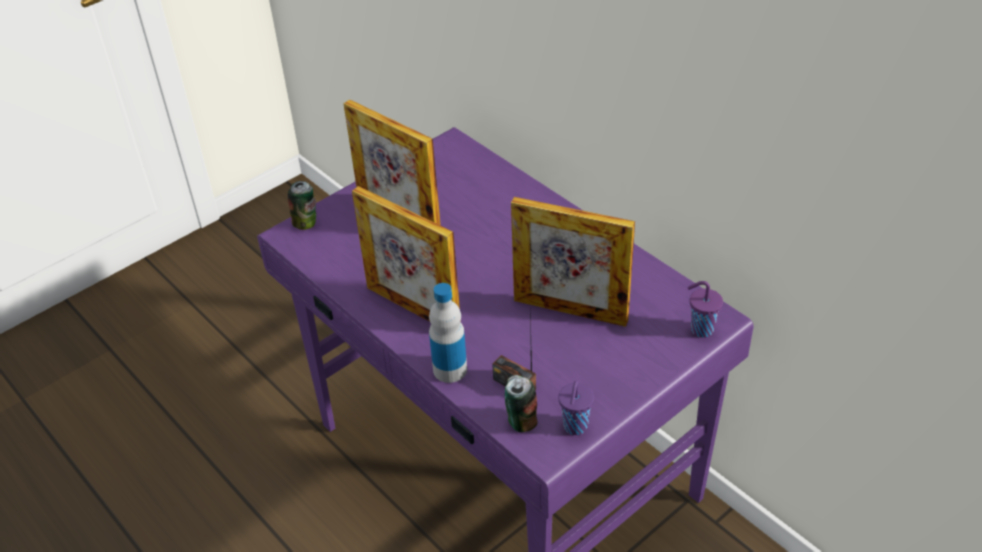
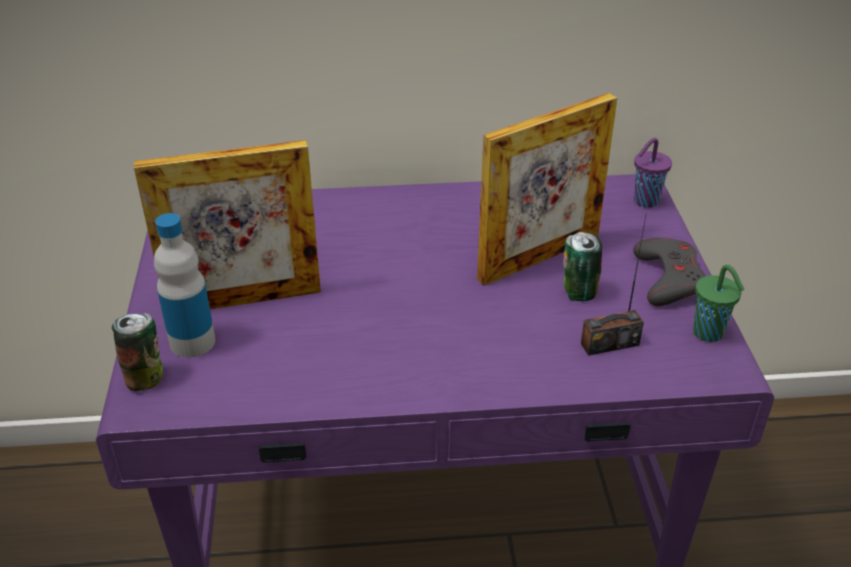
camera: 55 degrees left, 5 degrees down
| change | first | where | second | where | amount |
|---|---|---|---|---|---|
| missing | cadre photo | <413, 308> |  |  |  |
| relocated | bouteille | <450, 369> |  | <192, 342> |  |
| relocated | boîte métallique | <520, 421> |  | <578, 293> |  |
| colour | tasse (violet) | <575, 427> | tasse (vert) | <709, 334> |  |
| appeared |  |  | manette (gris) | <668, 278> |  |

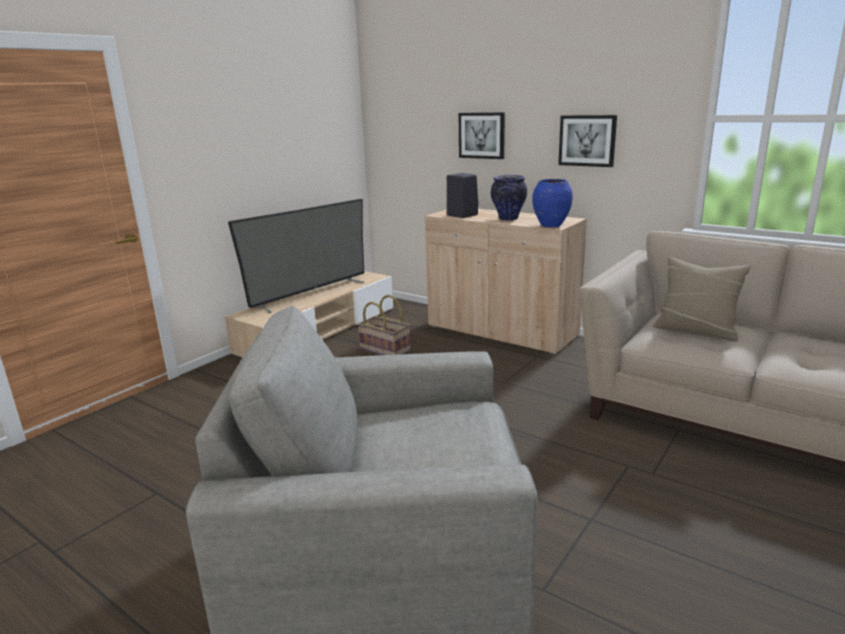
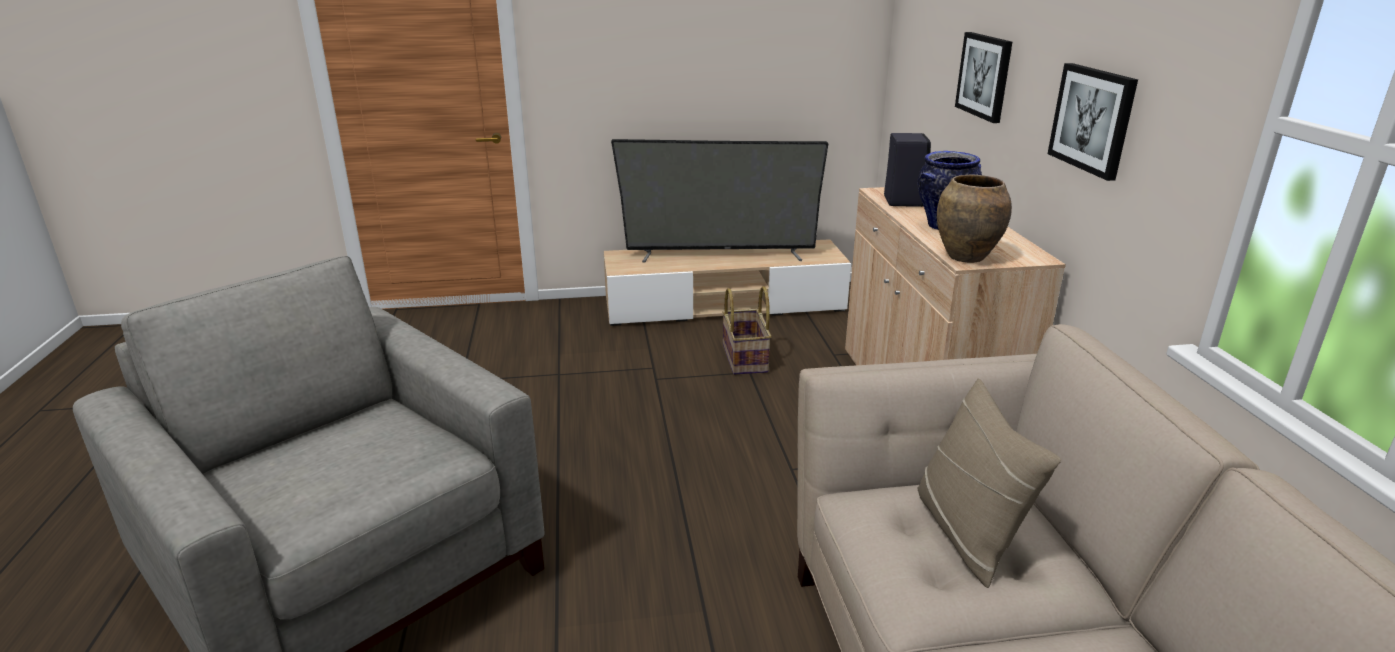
camera: 45 degrees right, 5 degrees up
| change | first | where | second | where | amount |
|---|---|---|---|---|---|
| colour | vase (bleu) | <550, 225> | vase (marron) | <965, 257> |  |

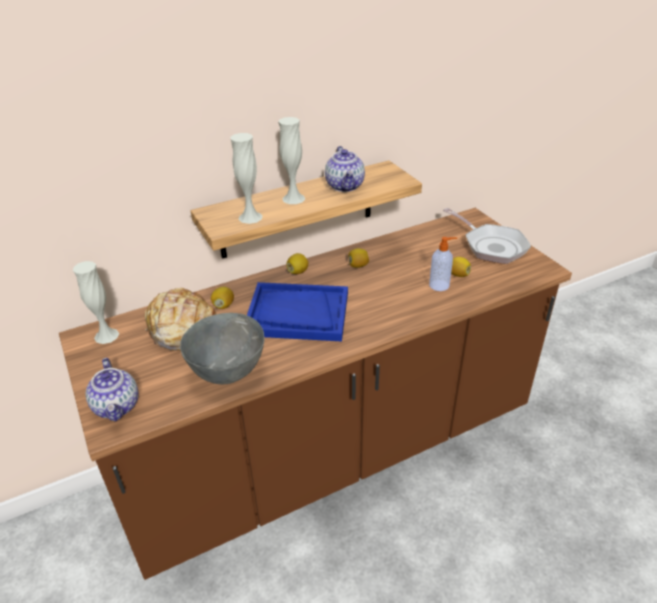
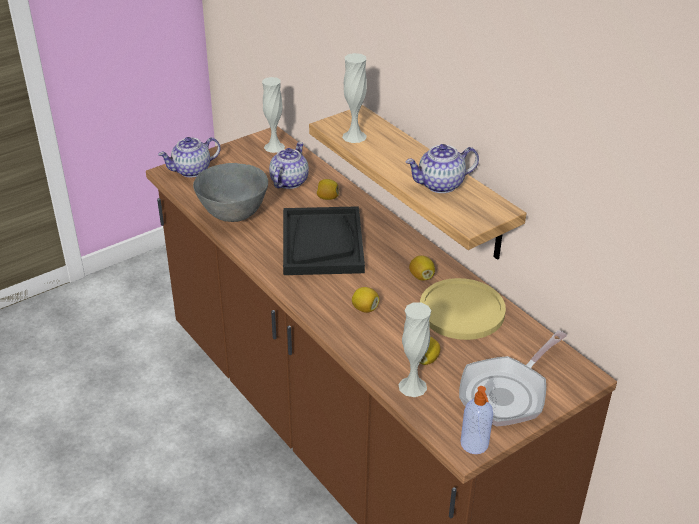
camera: 80 degrees right, 0 degrees up
| change | first | where | second | where | amount |
|---|---|---|---|---|---|
| exchanged | pain | <181, 329> | théière | <288, 181> |  |
| colour | plateau (bleu) | <297, 314> | plateau (noir) | <322, 243> |  |
| relocated | vase (blanc) | <293, 198> |  | <412, 386> |  |
| relocated | citron | <298, 271> |  | <365, 308> |  |
| relocated | distributeur de savon | <440, 285> |  | <474, 444> |  |
| appeared |  |  | assiette (jaune) | <462, 310> |  |

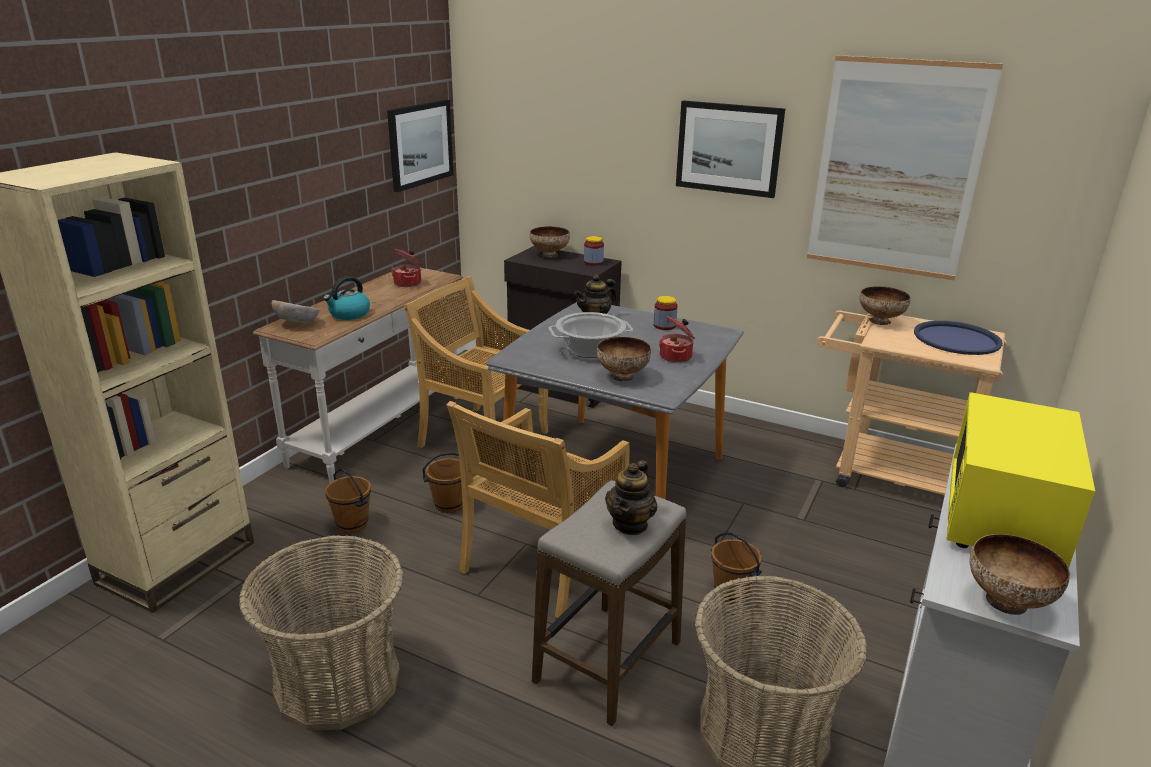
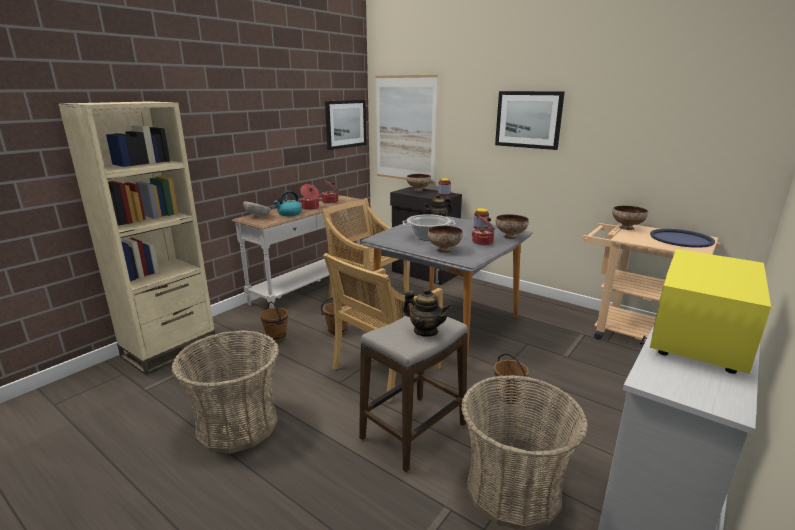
camera: 10 degrees right, 5 degrees down
| change | first | where | second | where | amount |
|---|---|---|---|---|---|
| spun | théière | <630, 524> |  | <425, 331> | 90 degrees counterclockwise |
| relocated | tableau | <896, 169> |  | <405, 129> |  |
| relocated | bol | <1007, 603> |  | <510, 237> |  |
| appeared |  |  | marmite | <310, 208> |  |

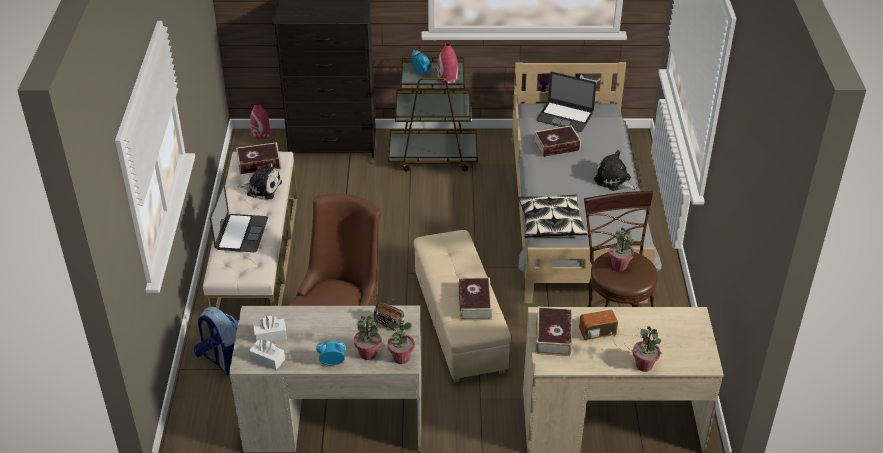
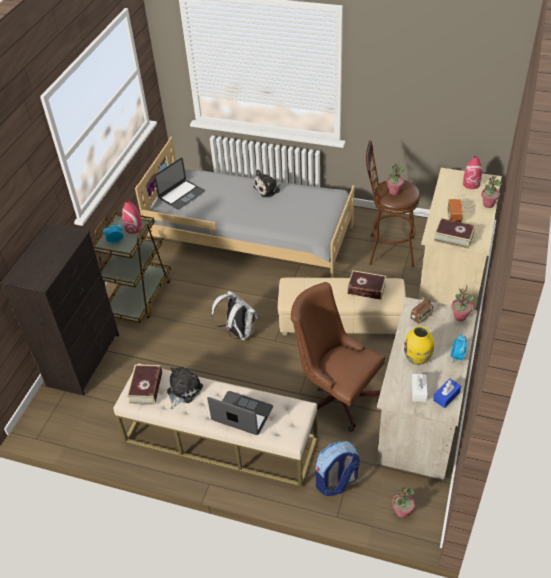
camera: 70 degrees left, 5 degrees up
| change | first | where | second | where | amount |
|---|---|---|---|---|---|
| colour | boîte à mouchoirs (blanc) | <267, 359> | boîte à mouchoirs (bleu) | <446, 396> |  |
| relocated | vase (rouge) | <261, 134> |  | <471, 184> |  |
| relocated | plante en pot | <368, 354> |  | <402, 511> |  |
| missing | coussin | <551, 223> |  |  |  |
| missing | livre | <556, 146> |  |  |  |
| appeared |  |  | sac à dos (blanc) | <238, 332> |  |
| appeared |  |  | vase (jaune) | <417, 358> |  |

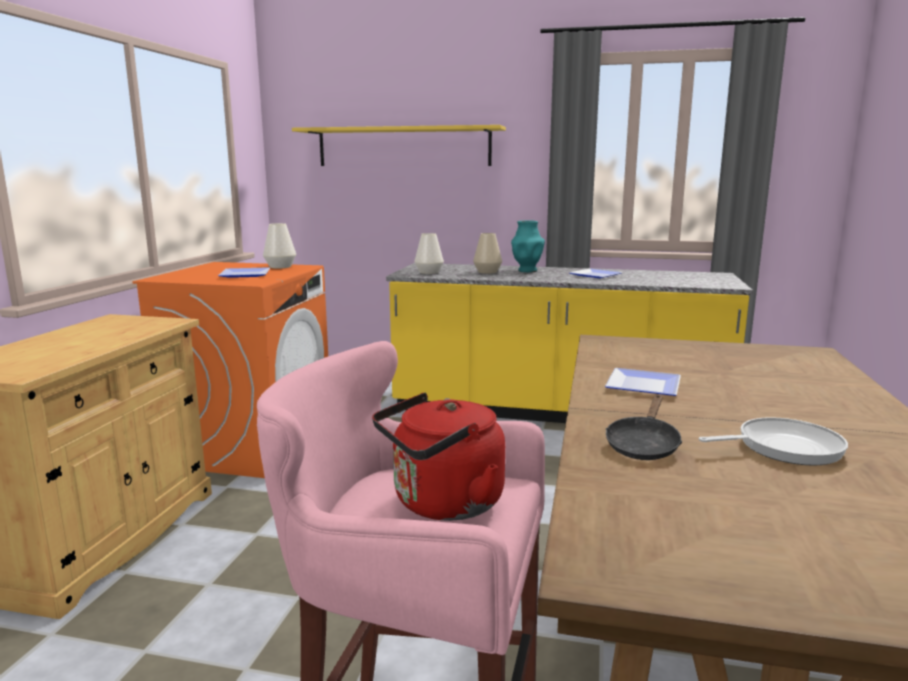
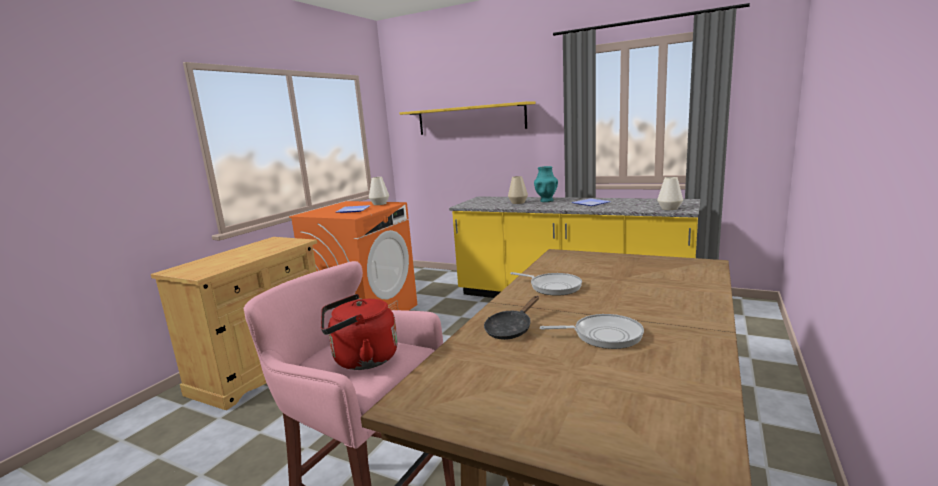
camera: 15 degrees right, 0 degrees up
| change | first | where | second | where | amount |
|---|---|---|---|---|---|
| relocated | vase (blanc) | <429, 272> |  | <669, 208> |  |
| exchanged | assiette | <641, 384> | poêle | <552, 287> |  |

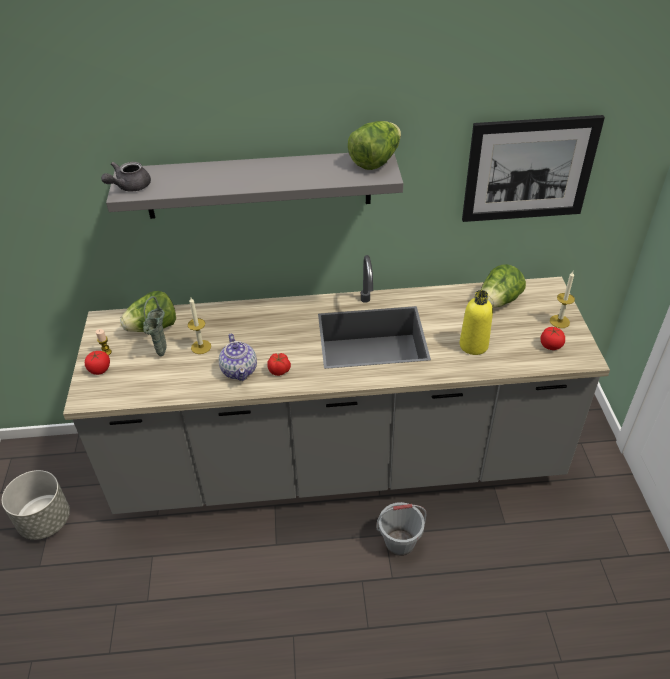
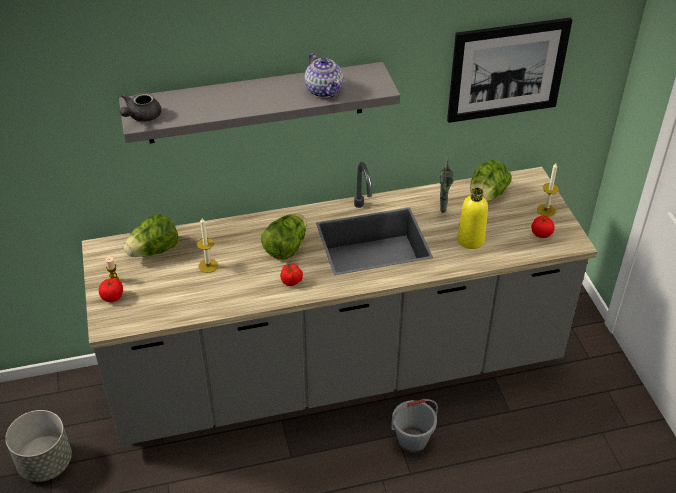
camera: 10 degrees left, 0 degrees up
| change | first | where | second | where | amount |
|---|---|---|---|---|---|
| relocated | vase (vert) | <162, 355> |  | <442, 212> |  |
| relocated | théière | <239, 370> |  | <324, 90> |  |
| relocated | laitue | <375, 161> |  | <286, 248> |  |

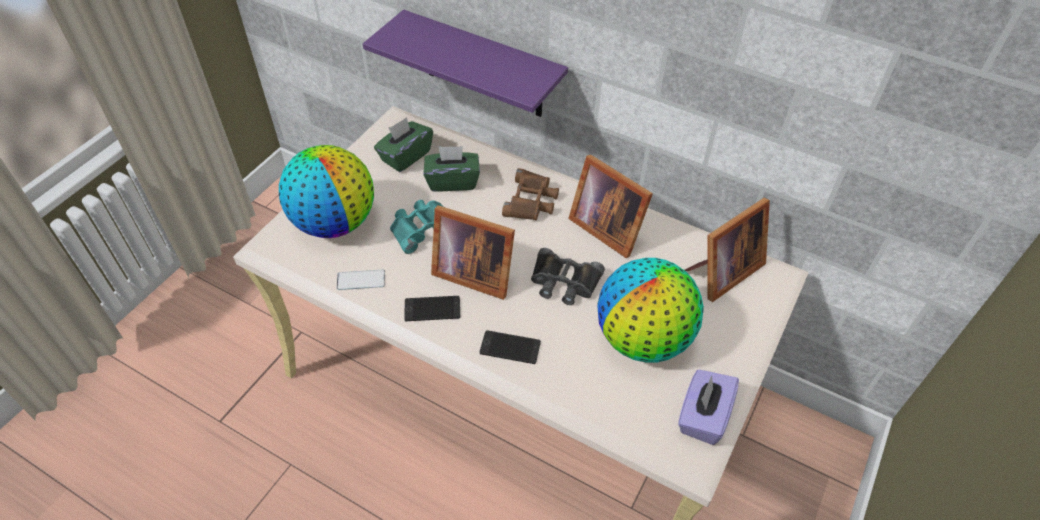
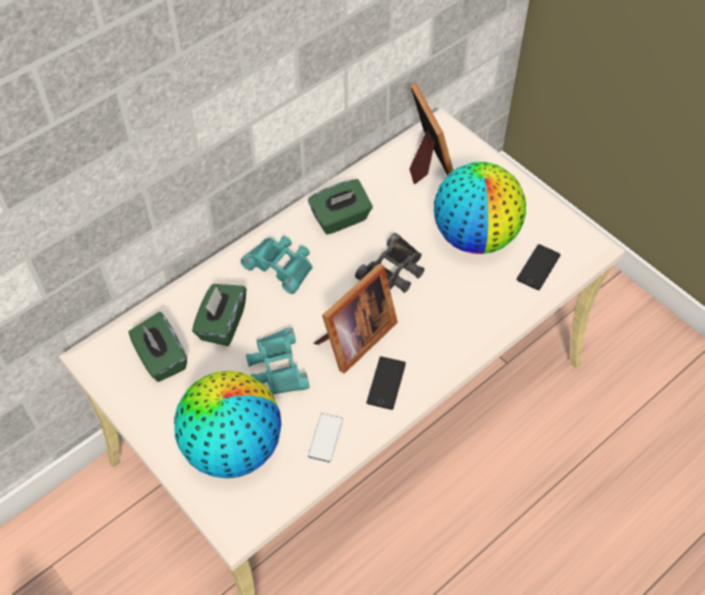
camera: 70 degrees left, 5 degrees up
| change | first | where | second | where | amount |
|---|---|---|---|---|---|
| missing | étagère (violet) | <483, 66> |  |  |  |
| relocated | téléphone | <510, 347> |  | <538, 267> |  |
| colour | jumelles (marron) | <531, 201> | jumelles (turquoise) | <281, 265> |  |
| exchanged | cadre photo | <606, 227> | boîte à mouchoirs (vert) | <341, 219> |  |
| missing | boîte à mouchoirs (violet) | <702, 416> |  |  |  |

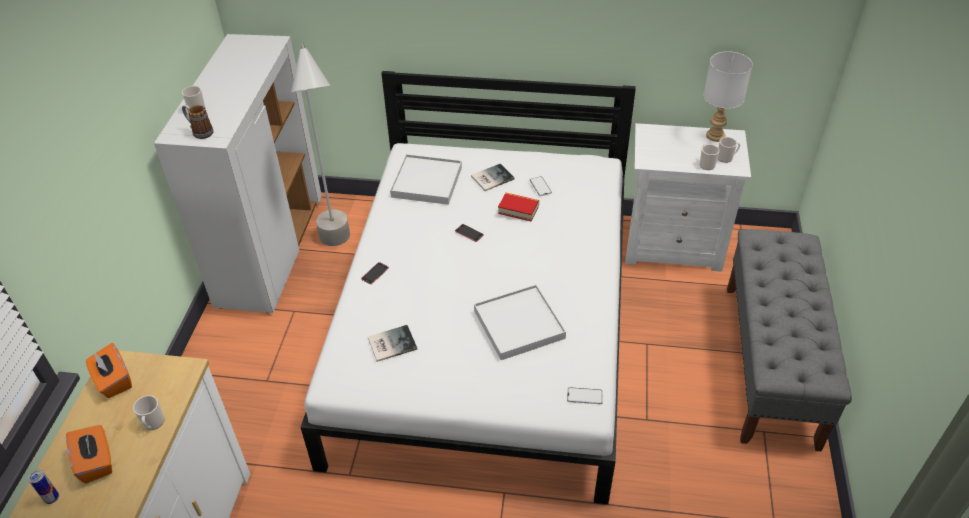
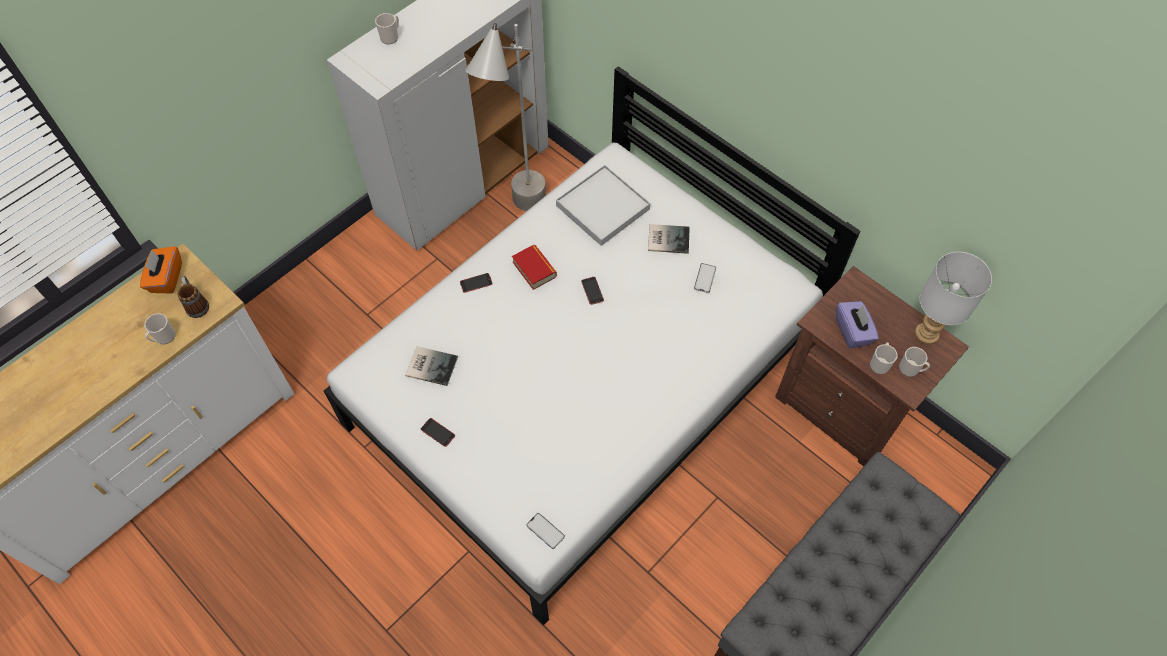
camera: 35 degrees right, 15 degrees up
| change | first | where | second | where | amount |
|---|---|---|---|---|---|
| missing | boîte métallique | <52, 498> |  |  |  |
| missing | boîte à mouchoirs (orange) | <96, 462> |  |  |  |
| relocated | mug | <200, 132> |  | <197, 304> |  |
| missing | plateau (blanc) | <519, 325> |  |  |  |
| relocated | livre | <518, 210> |  | <534, 269> |  |
| colour | table de chevet (blanc) | <673, 245> | table de chevet (marron) | <844, 408> |  |
| appeared |  |  | téléphone | <437, 432> |  |
| appeared |  |  | boîte à mouchoirs (violet) | <853, 331> |  |

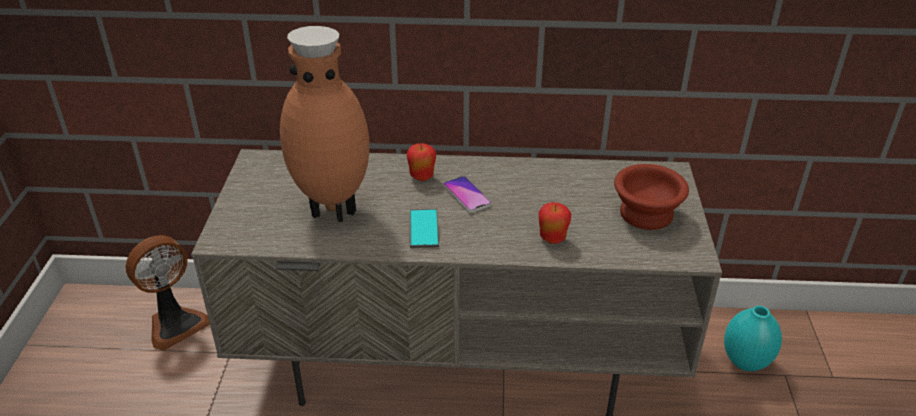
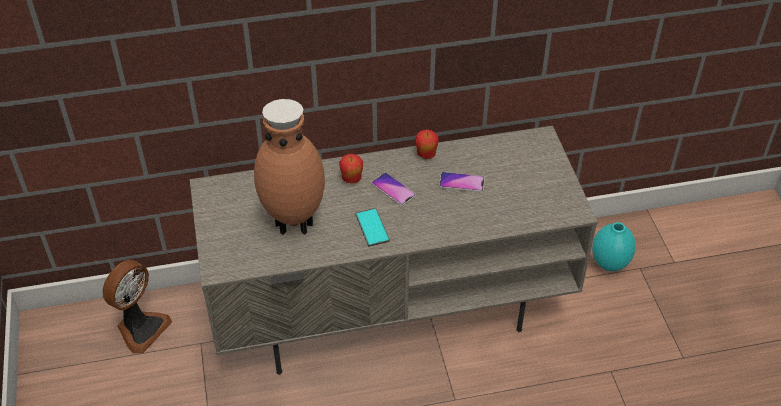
camera: 15 degrees left, 10 degrees up
| change | first | where | second | where | amount |
|---|---|---|---|---|---|
| relocated | pomme | <552, 239> |  | <426, 155> |  |
| missing | bol (marron) | <648, 215> |  |  |  |
| appeared |  |  | téléphone | <461, 183> |  |

